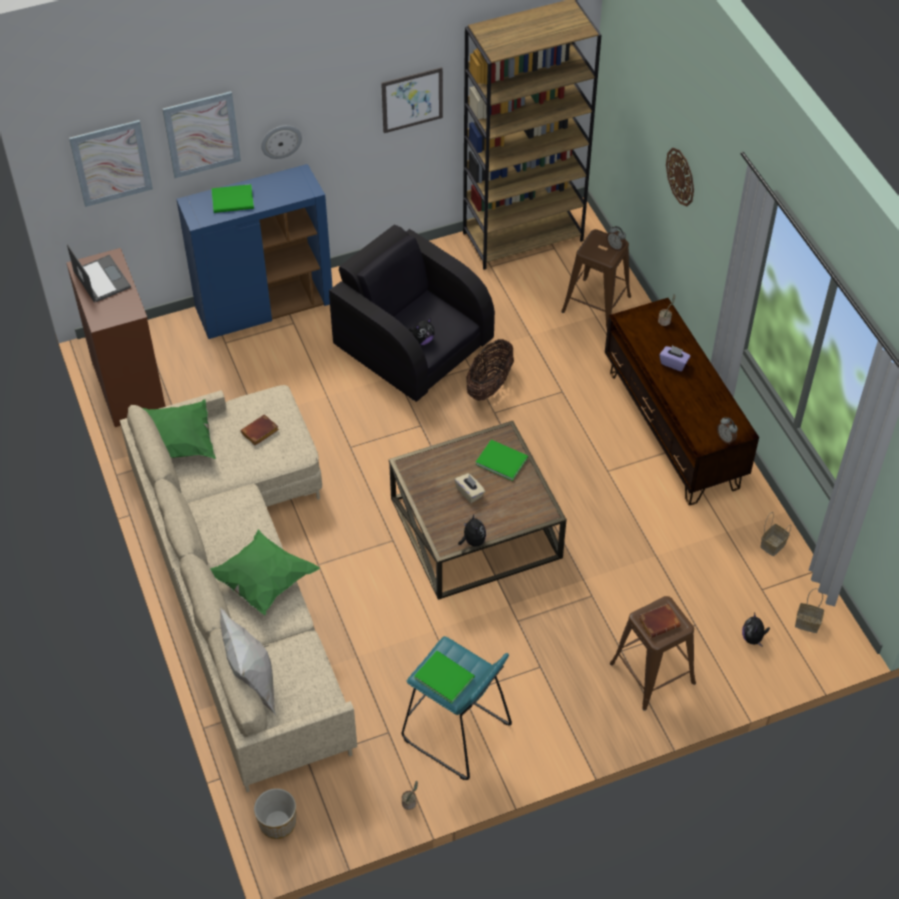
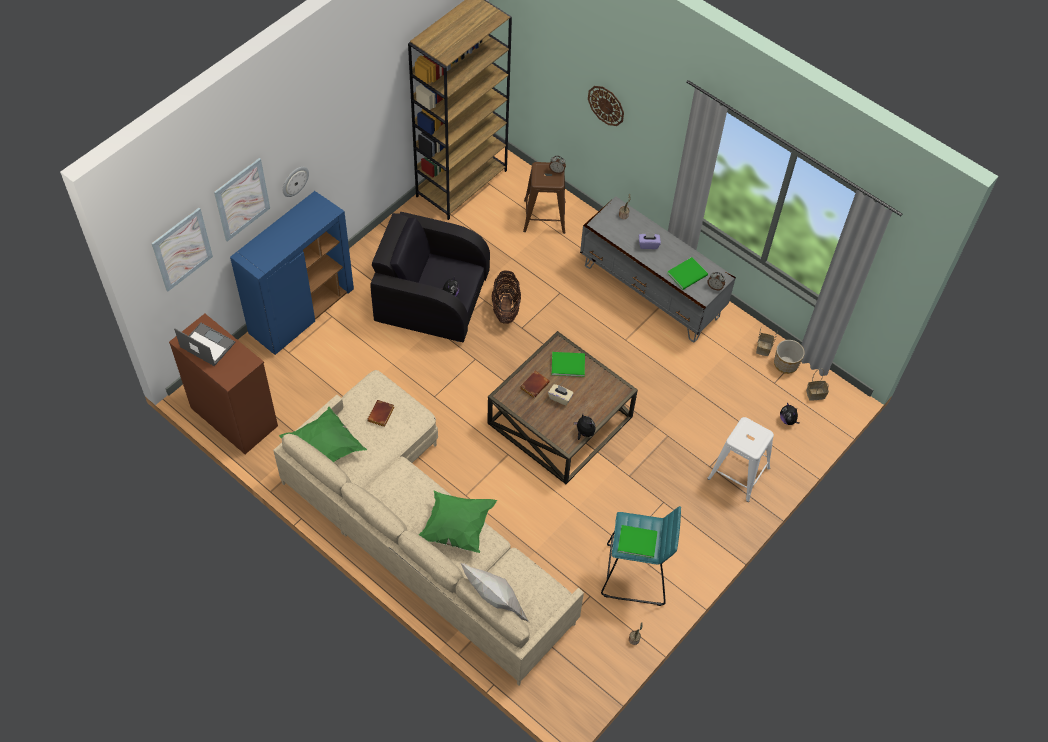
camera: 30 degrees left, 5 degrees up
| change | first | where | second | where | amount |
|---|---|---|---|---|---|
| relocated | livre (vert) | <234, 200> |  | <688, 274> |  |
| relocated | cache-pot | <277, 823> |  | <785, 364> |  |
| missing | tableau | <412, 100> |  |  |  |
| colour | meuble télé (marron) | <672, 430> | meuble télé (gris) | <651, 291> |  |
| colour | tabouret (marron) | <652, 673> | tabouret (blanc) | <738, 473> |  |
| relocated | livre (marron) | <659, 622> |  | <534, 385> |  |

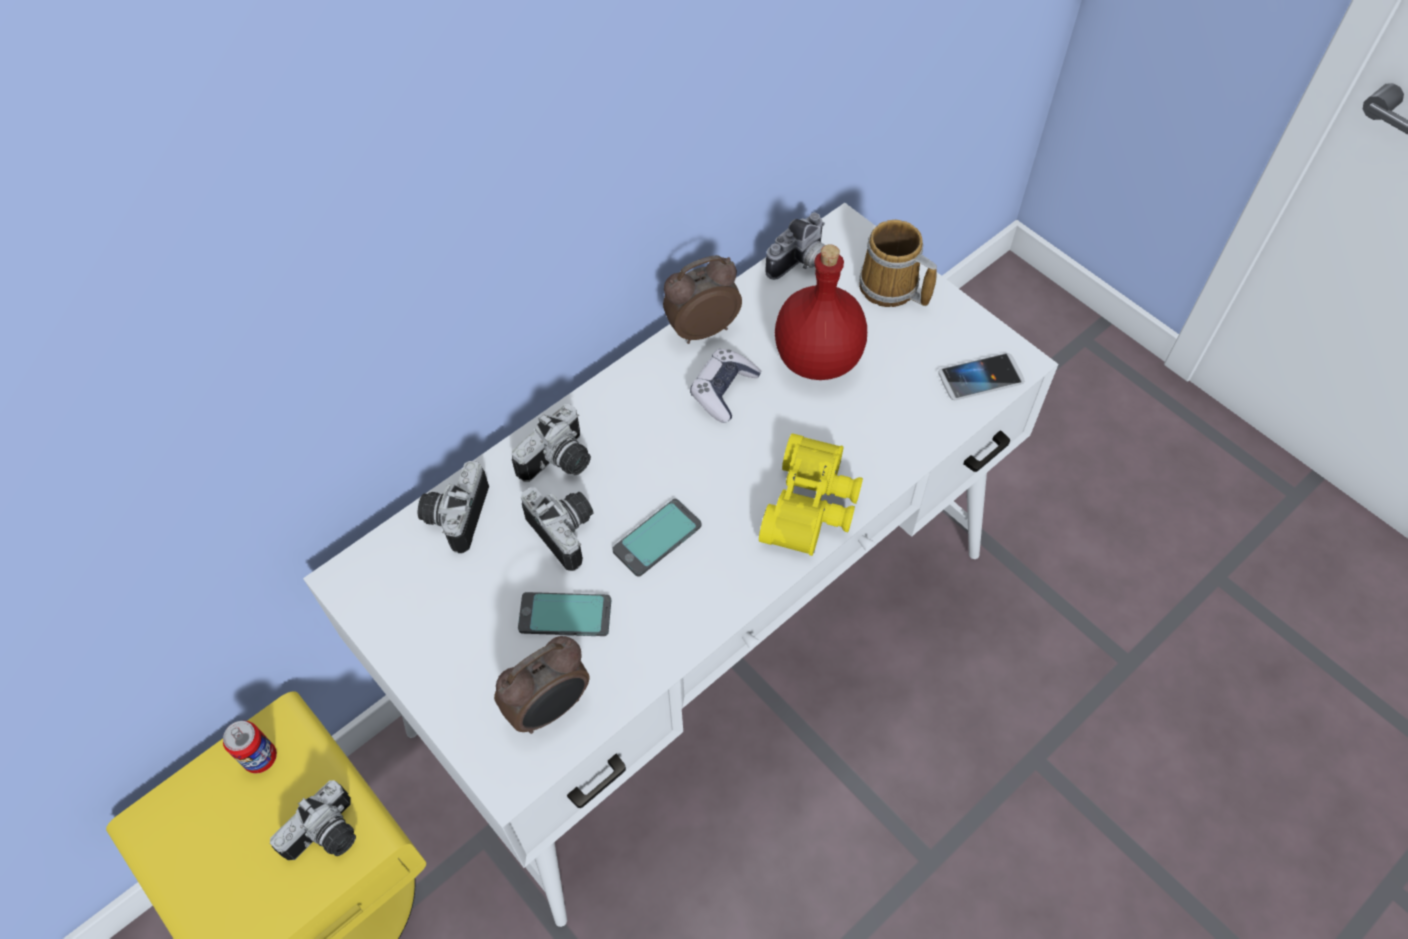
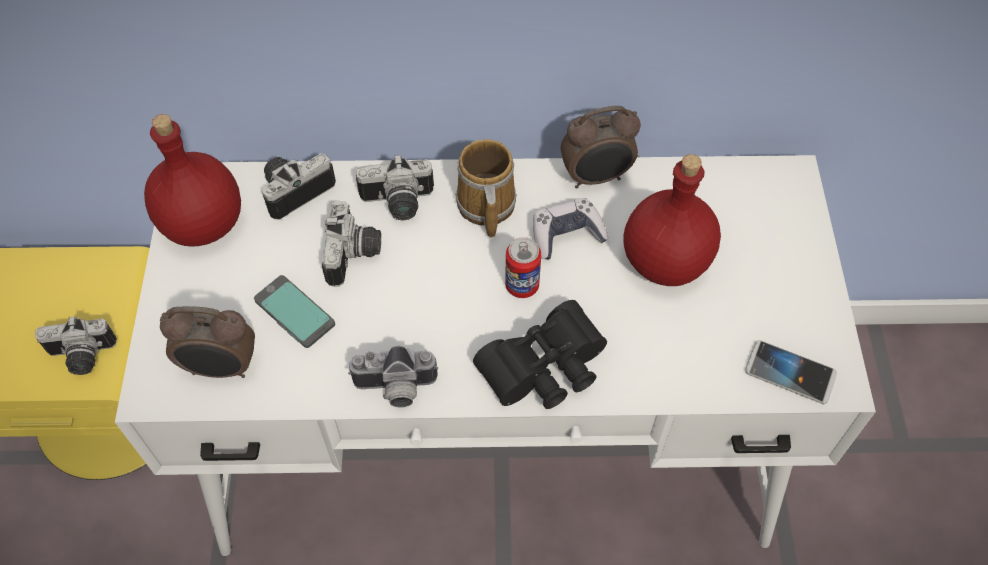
camera: 40 degrees right, 0 degrees up
| change | first | where | second | where | amount |
|---|---|---|---|---|---|
| relocated | boîte métallique | <260, 758> |  | <522, 285> |  |
| missing | téléphone | <657, 538> |  |  |  |
| spun | réveil | <701, 329> |  | <596, 177> | 150 degrees clockwise |
| colour | jumelles (jaune) | <813, 506> | jumelles (noir) | <546, 371> |  |
| relocated | appareil photo | <801, 263> |  | <395, 390> |  |
| relocated | mug | <890, 289> |  | <484, 206> |  |
| appeared |  |  | bouteille (rouge) | <205, 224> |  |

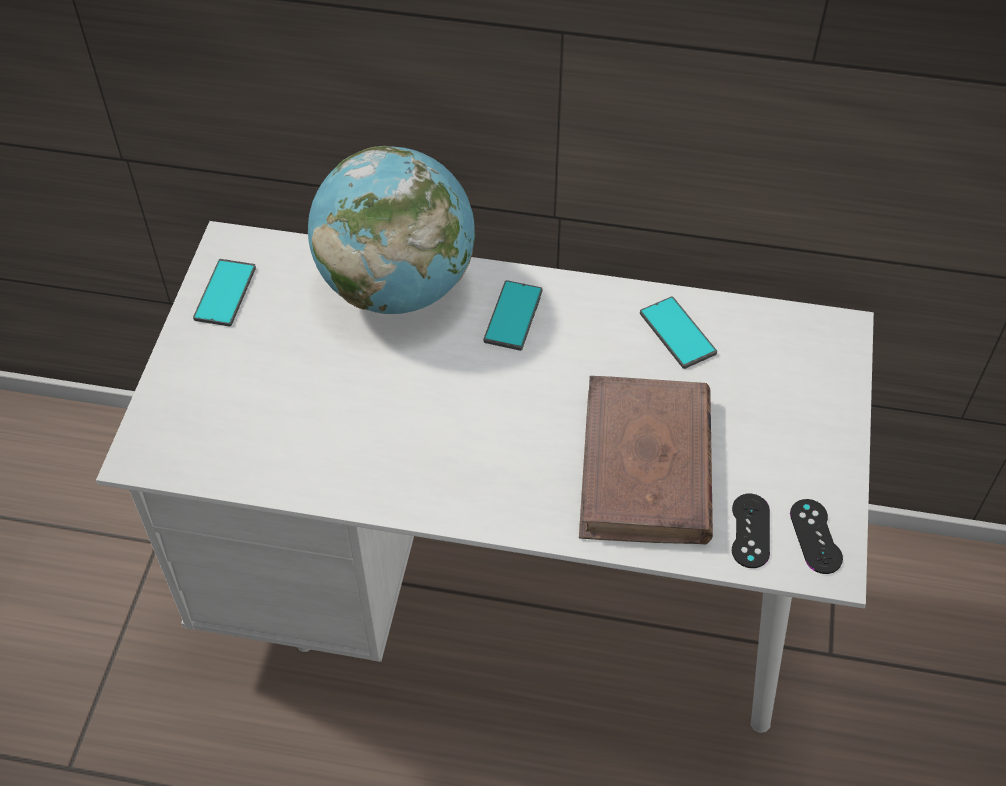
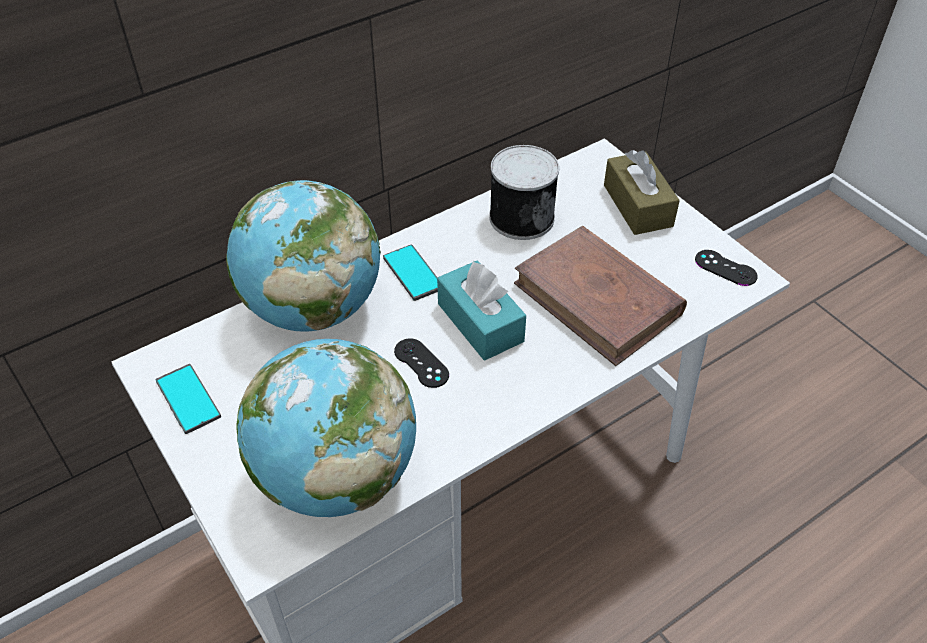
camera: 45 degrees left, 5 degrees down
| change | first | where | second | where | amount |
|---|---|---|---|---|---|
| exchanged | téléphone | <677, 333> | boîte métallique | <520, 216> |  |
| relocated | manette (noir) | <750, 531> |  | <421, 363> |  |
| appeared |  |  | globe | <336, 476> |  |
| appeared |  |  | boîte à mouchoirs (turquoise) | <480, 322> |  |
| appeared |  |  | boîte à mouchoirs (marron) | <637, 205> |  |

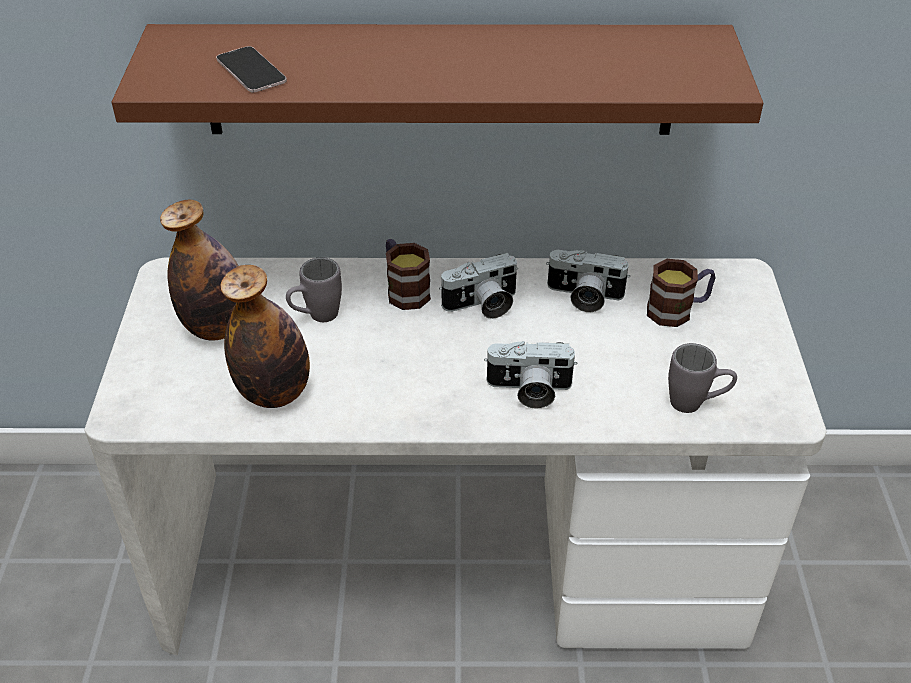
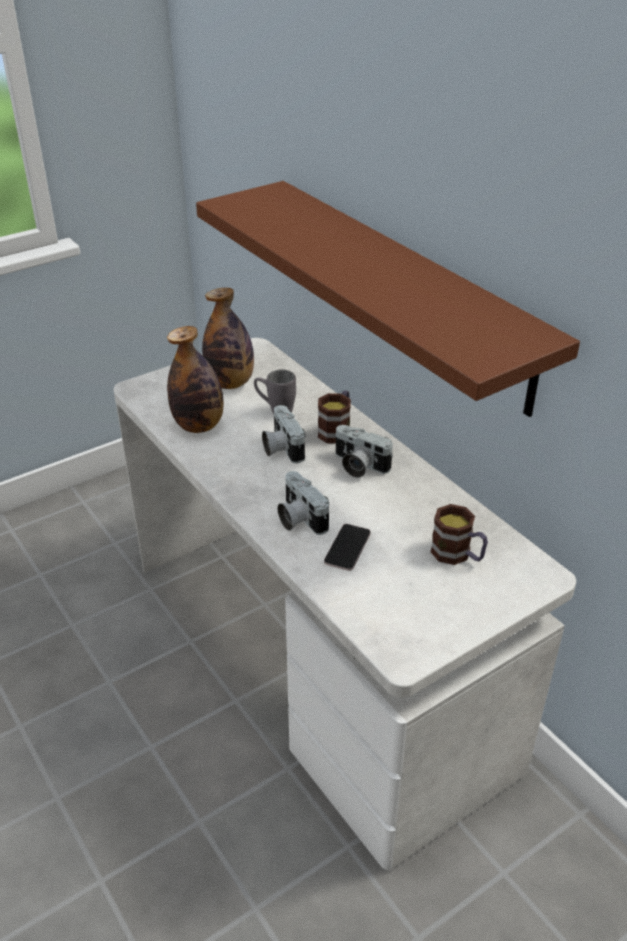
camera: 55 degrees right, 5 degrees down
| change | first | where | second | where | amount |
|---|---|---|---|---|---|
| relocated | téléphone | <251, 71> |  | <347, 548> |  |
| relocated | appareil photo | <583, 297> |  | <281, 448> |  |
| missing | mug (gris) | <696, 404> |  |  |  |

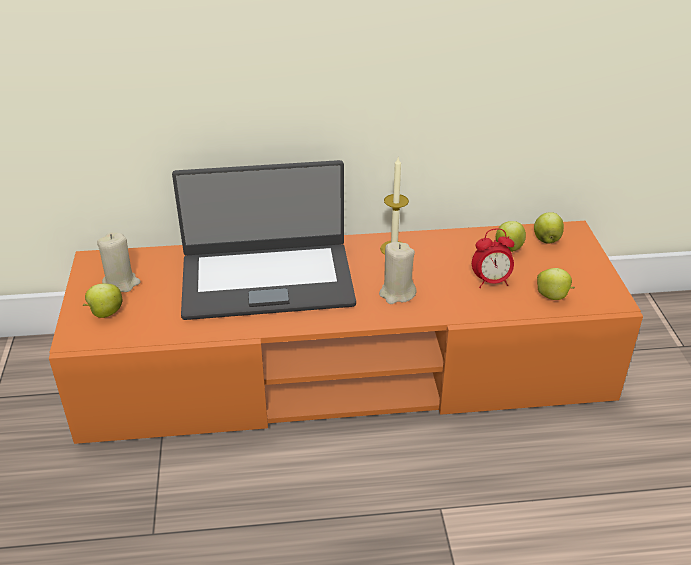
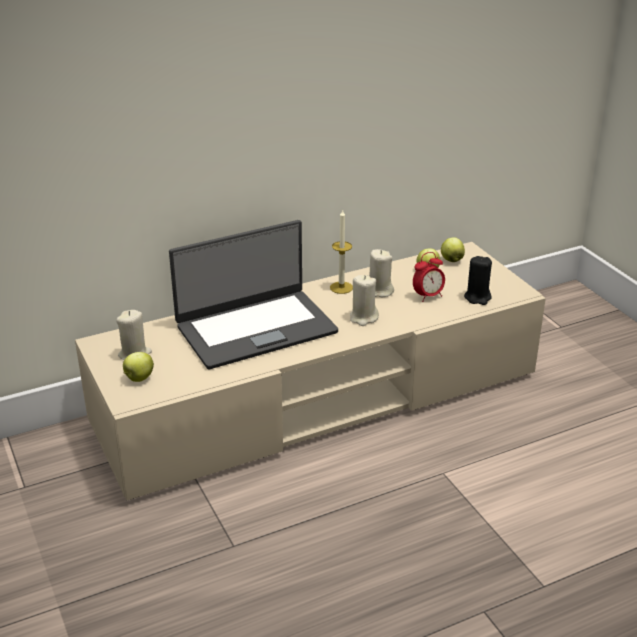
camera: 20 degrees left, 5 degrees down
| change | first | where | second | where | amount |
|---|---|---|---|---|---|
| colour | meuble télé (orange) | <345, 370> | meuble télé (beige) | <318, 398> |  |
| exchanged | pomme | <552, 297> | bougie (noir) | <477, 297> |  |
| appeared |  |  | bougie (beige) | <379, 291> |  |

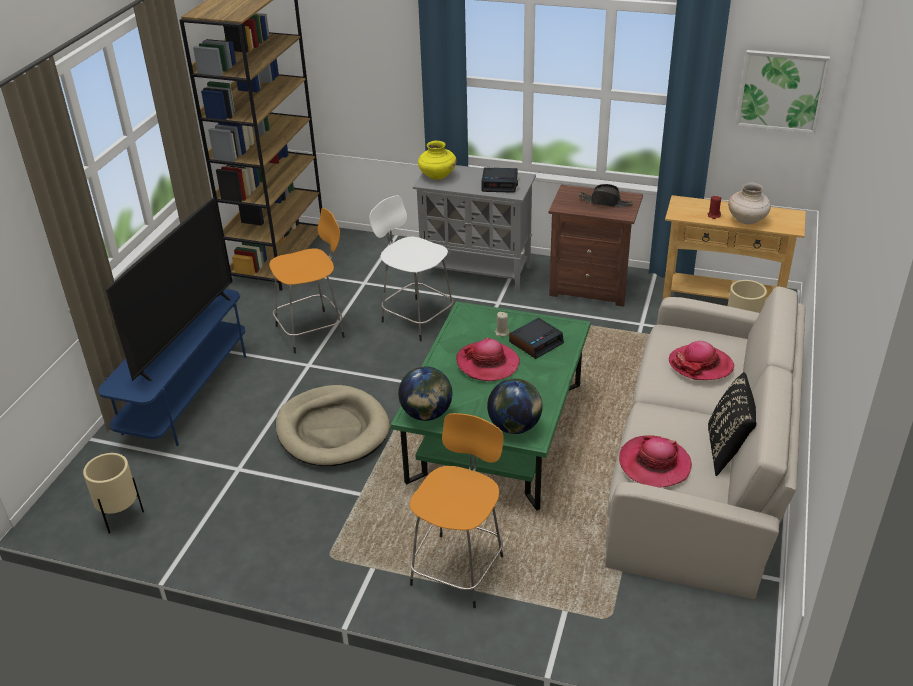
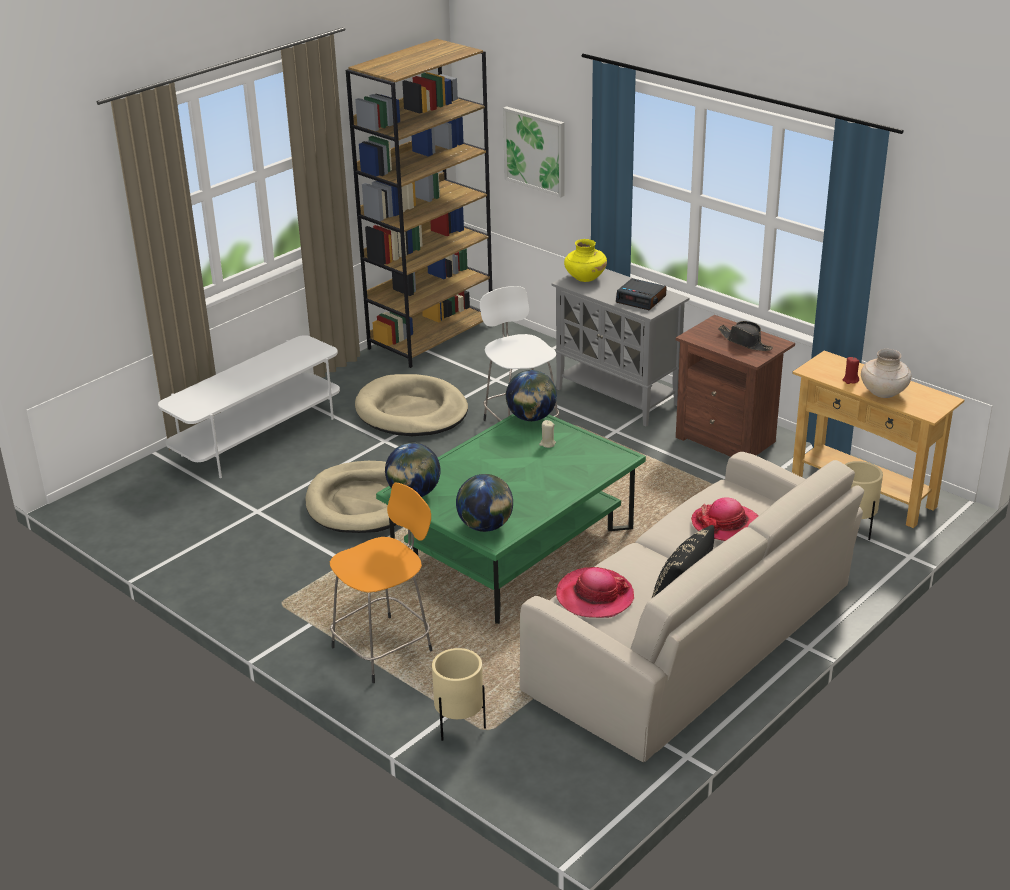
camera: 25 degrees right, 5 degrees down
| change | first | where | second | where | amount |
|---|---|---|---|---|---|
| relocated | cache-pot (beige) | <121, 517> |  | <459, 726> |  |
| colour | meuble télé (bleu) | <186, 393> | meuble télé (blanc) | <258, 437> |  |
| missing | téléviseur | <184, 336> |  |  |  |
| exchanged | tabouret (orange) | <312, 330> | panier pour chien (beige) | <411, 411> |  |
| missing | chapeau | <487, 363> |  |  |  |
| missing | réveil | <536, 342> |  |  |  |
| relocated | tableau | <781, 91> |  | <535, 151> |  |
| appeared |  |  | globe | <531, 418> |  |

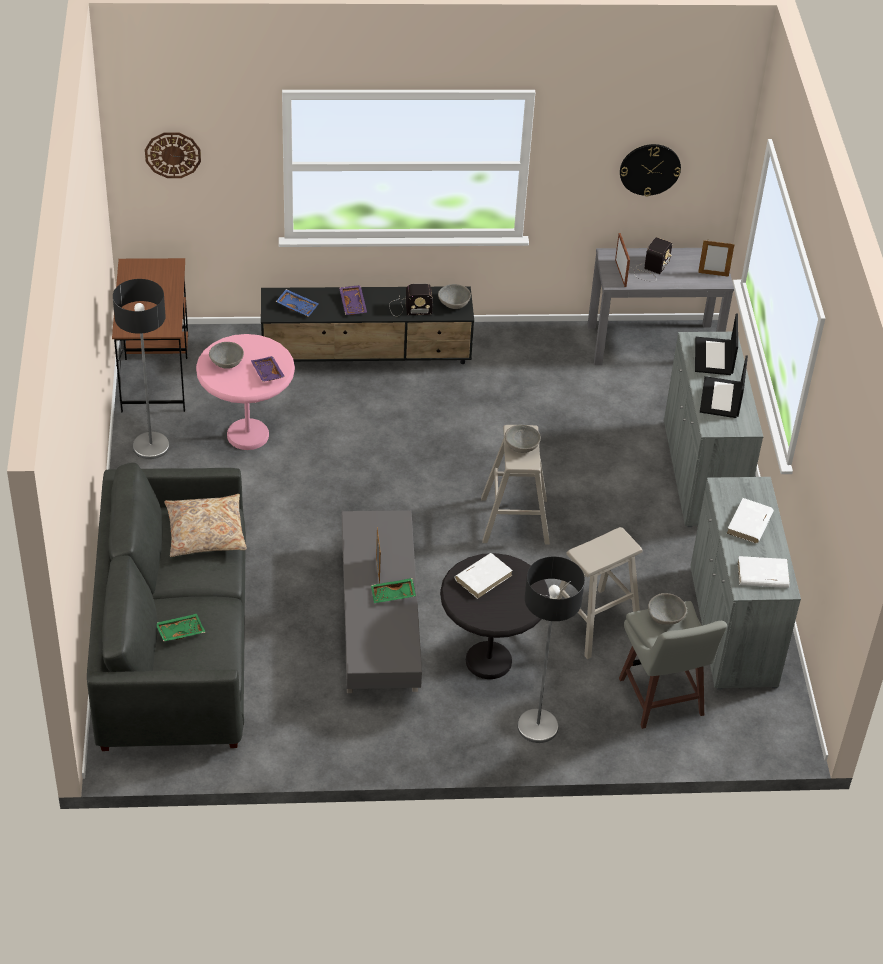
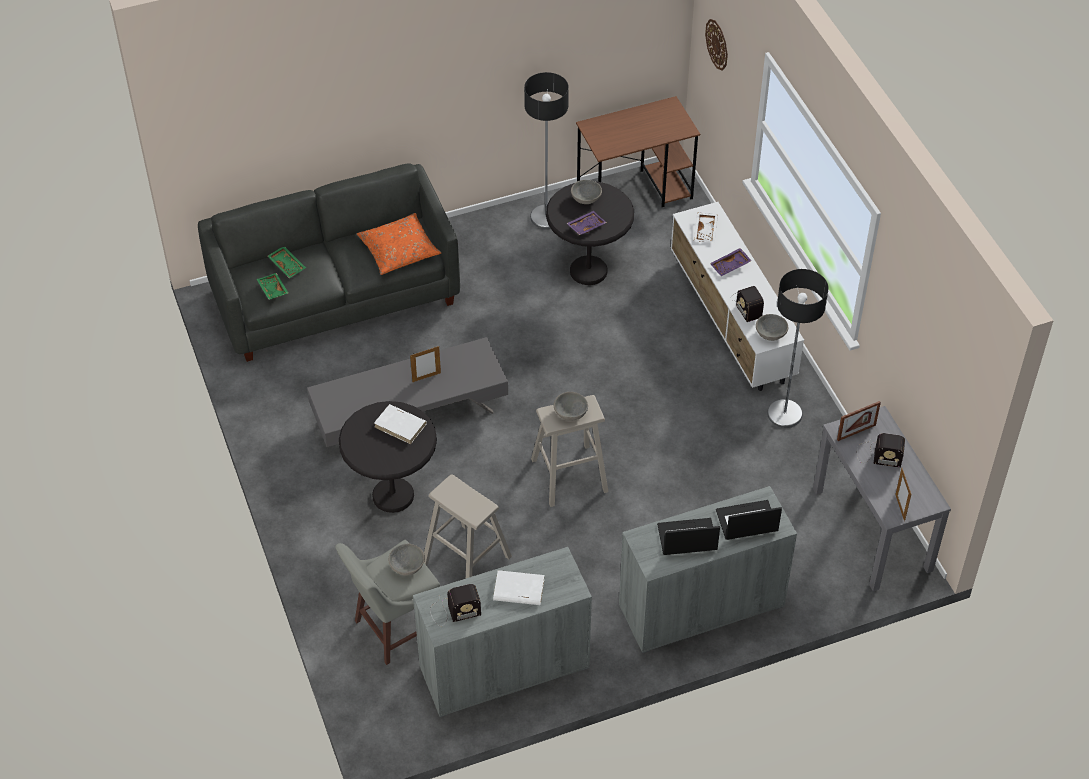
camera: 75 degrees right, 5 degrees up
| change | first | where | second | where | amount |
|---|---|---|---|---|---|
| colour | coussin (beige) | <205, 533> | coussin (orange) | <399, 250> |  |
| colour | table d'appoint (rose) | <248, 435> | table d'appoint (noir) | <588, 271> |  |
| colour | meuble télé (noir) | <367, 356> | meuble télé (blanc) | <731, 320> |  |
| colour | plateau (bleu) | <297, 306> | plateau (blanc) | <706, 231> |  |
| relocated | plateau (vert) | <393, 595> |  | <272, 290> |  |
| relocated | lampadaire | <537, 726> |  | <784, 414> |  |
| missing | horloge murale | <650, 169> |  |  |  |
| exchanged | livre (blanc) | <762, 575> | radio | <453, 611> |  |

